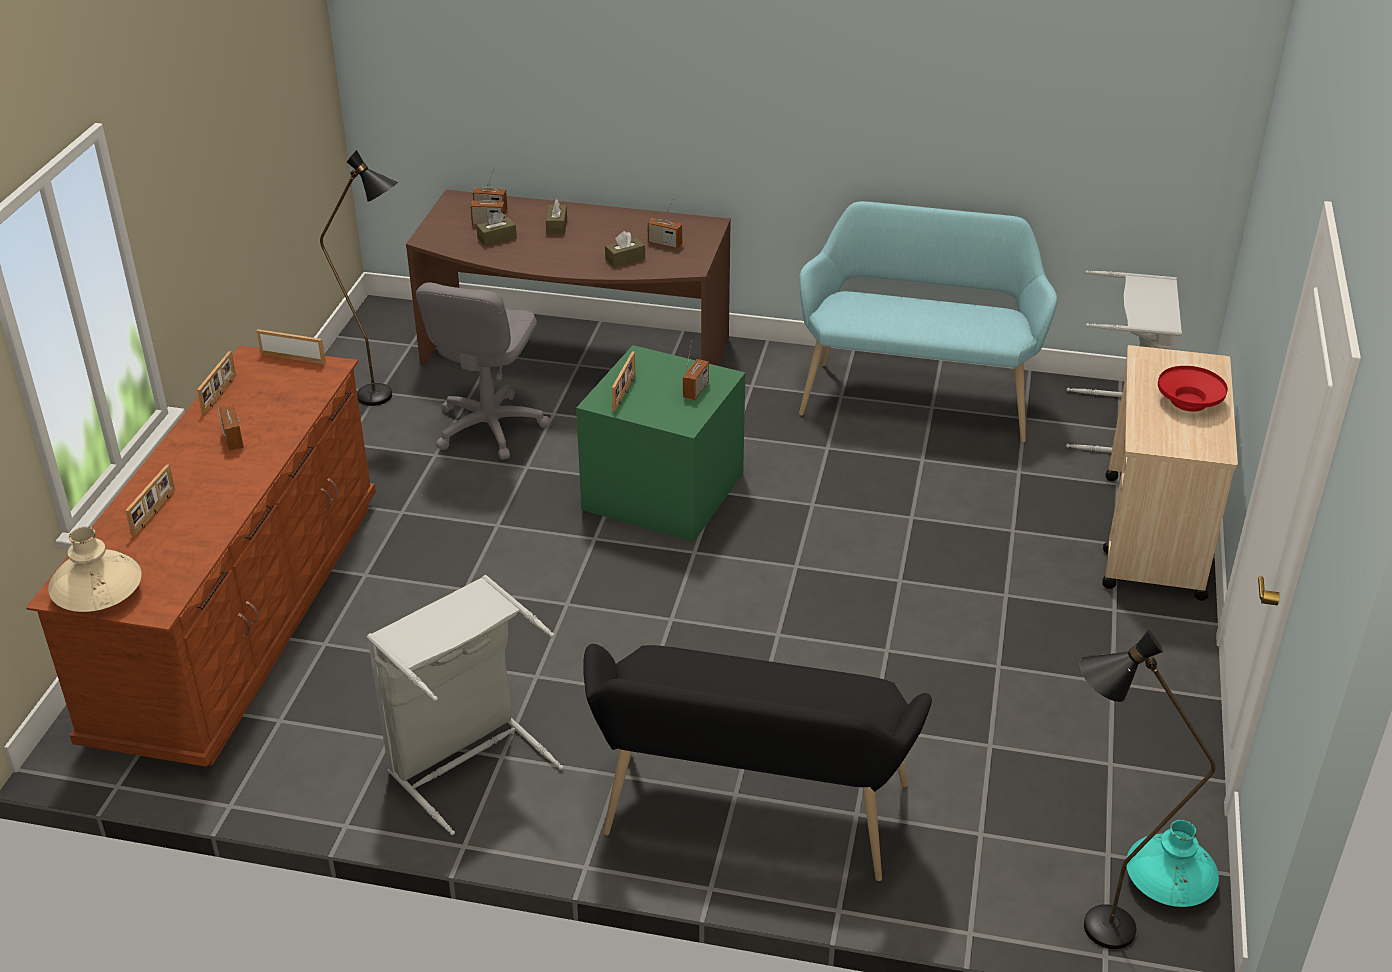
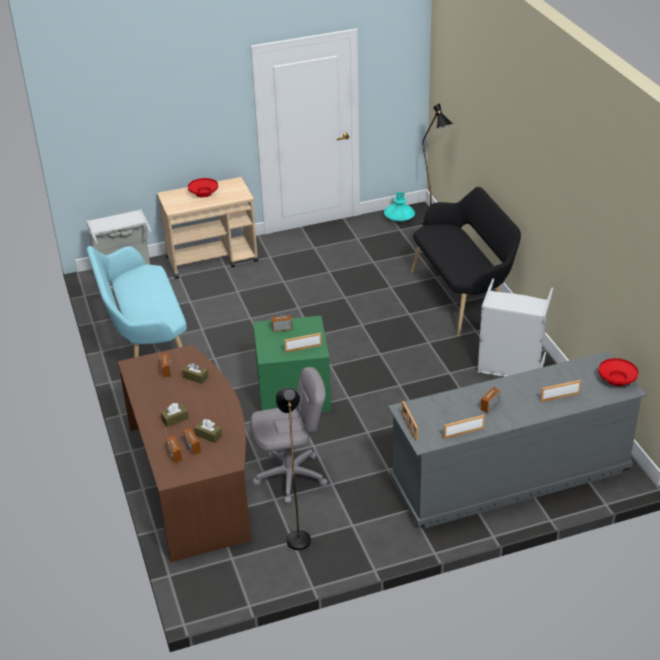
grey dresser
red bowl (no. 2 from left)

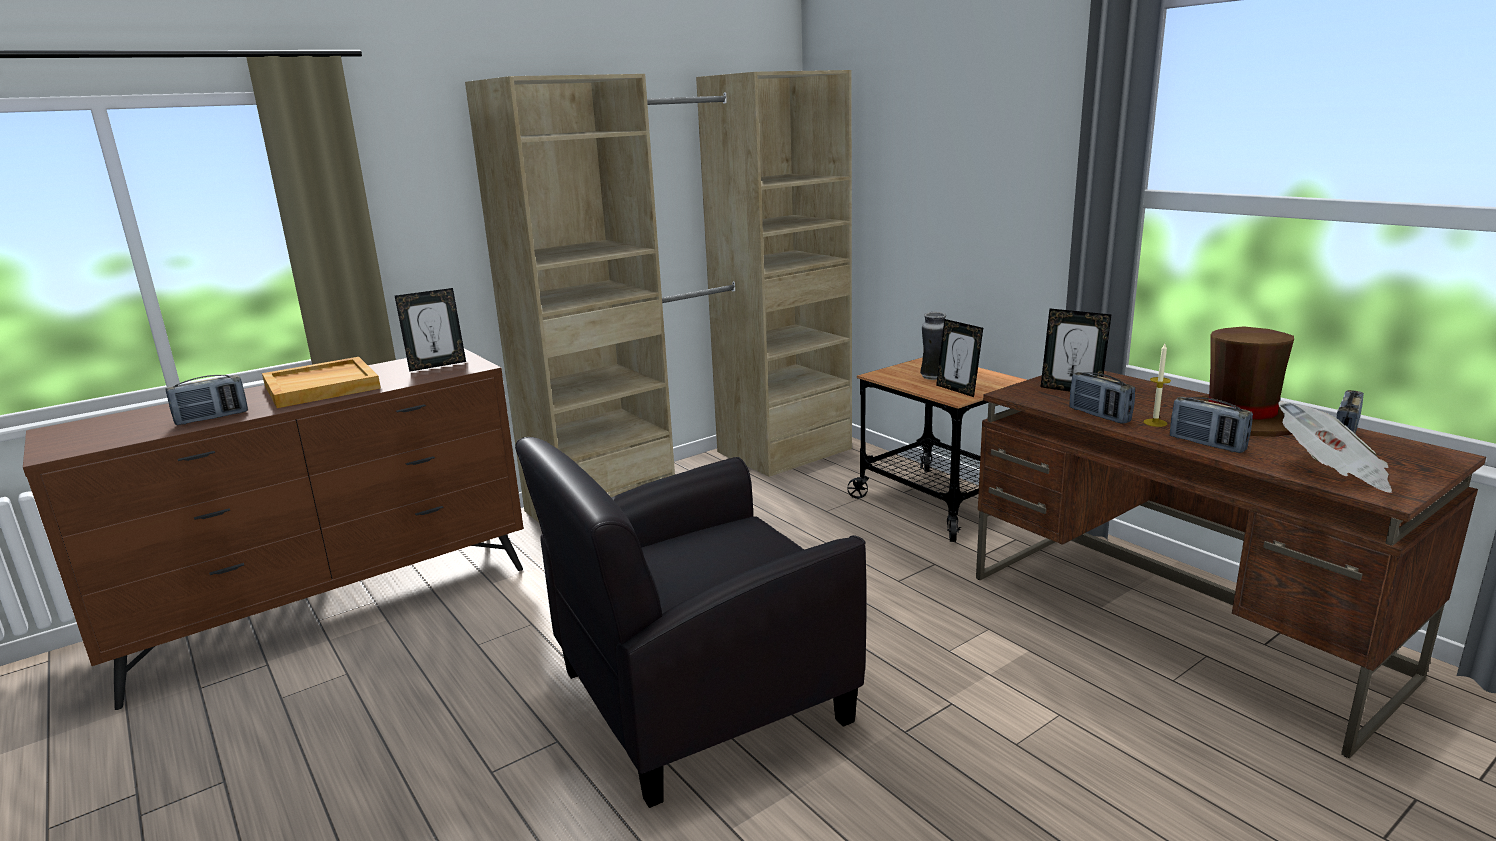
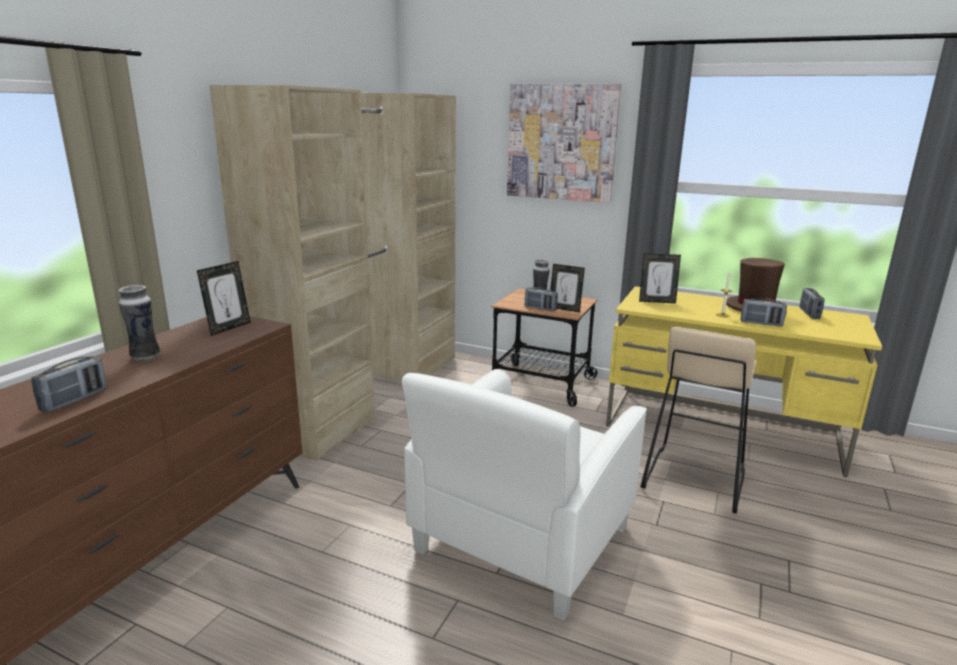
vase (no. 1 from left)
white armchair
picture
radio (no. 2 from left)
yellow desk
beige stool
newspaper

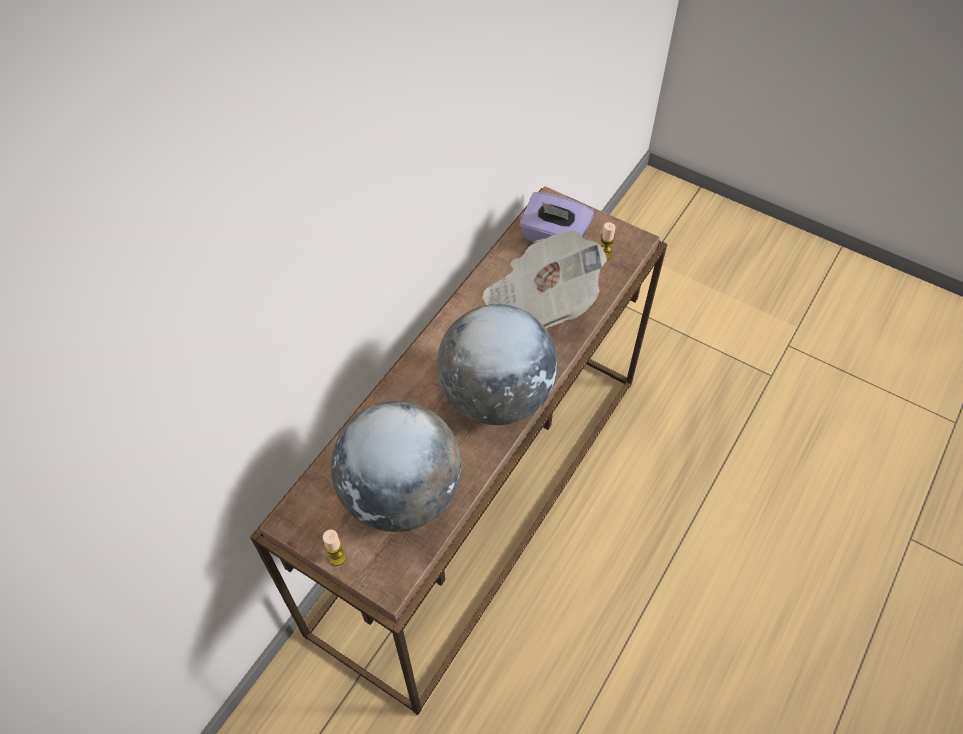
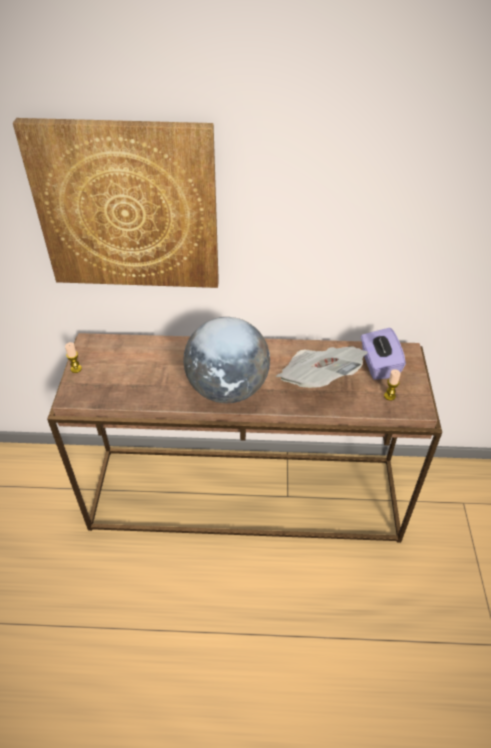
picture
globe (no. 1 from left in the first image)

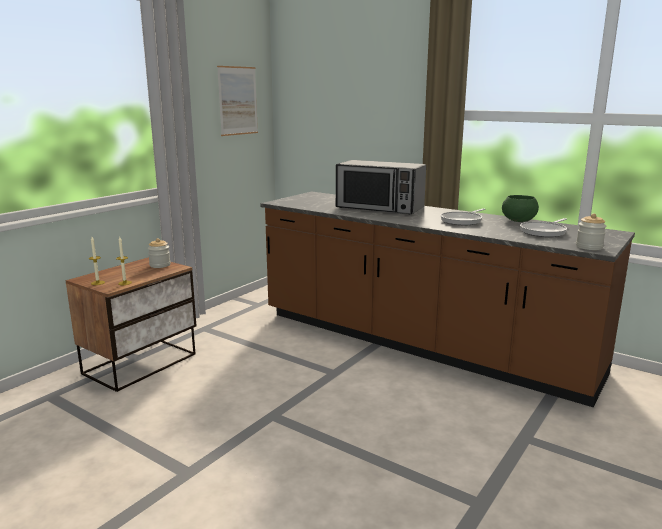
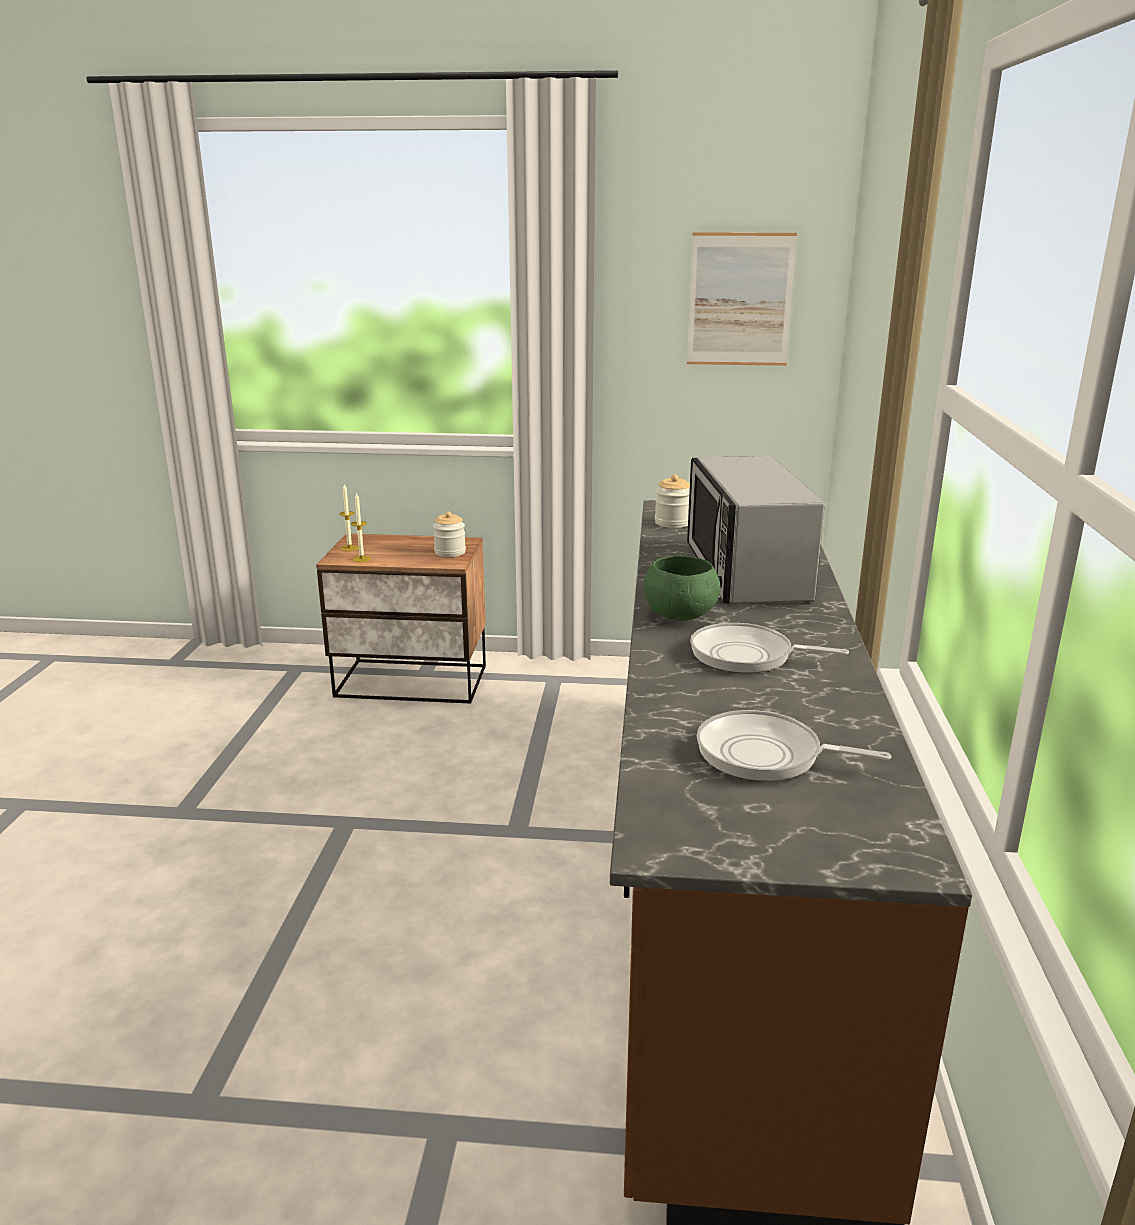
green bowl
jar (no. 2 from left)

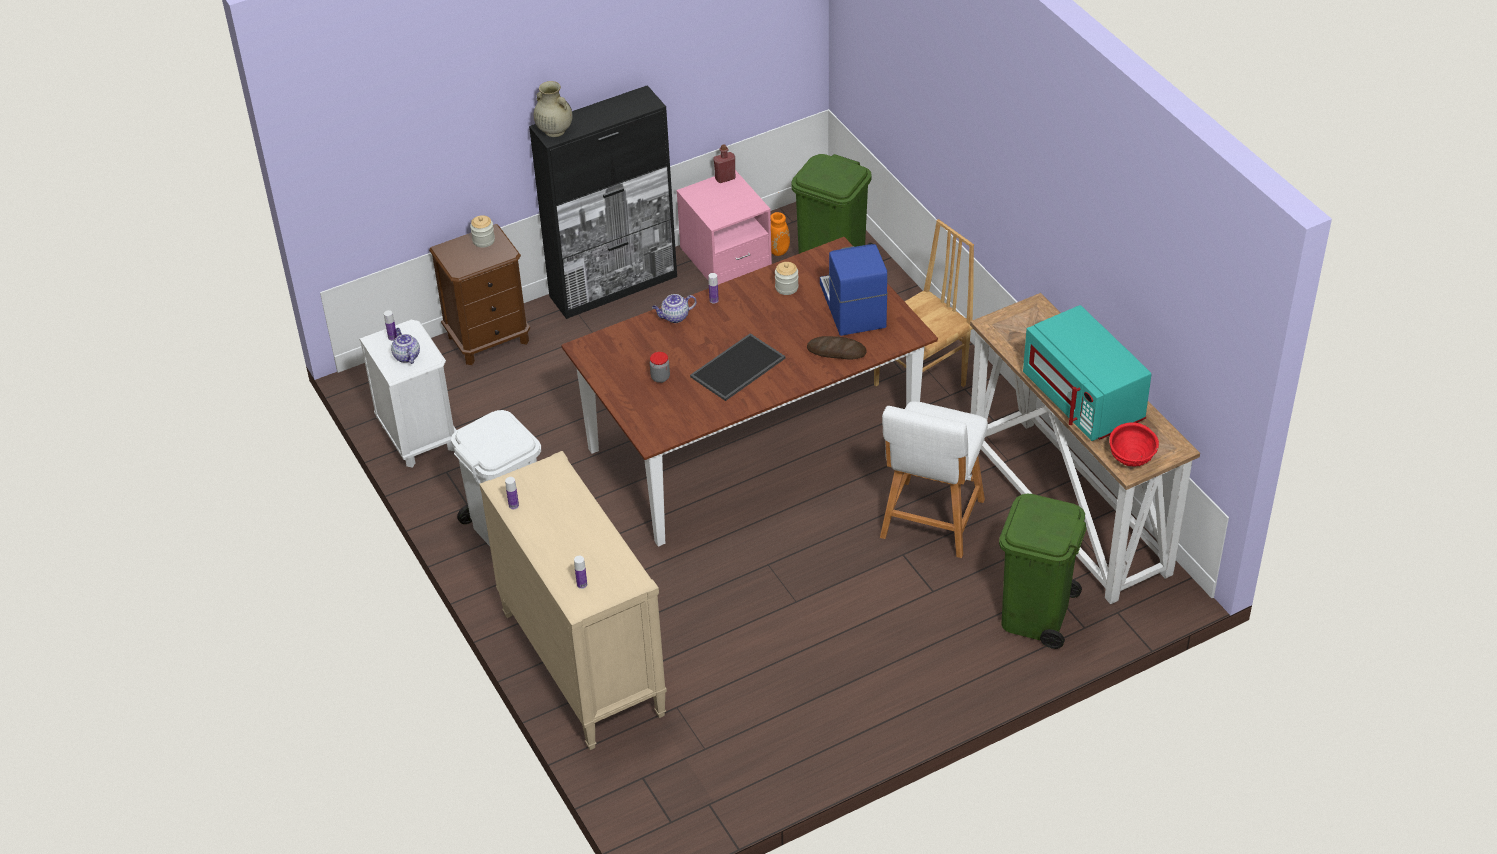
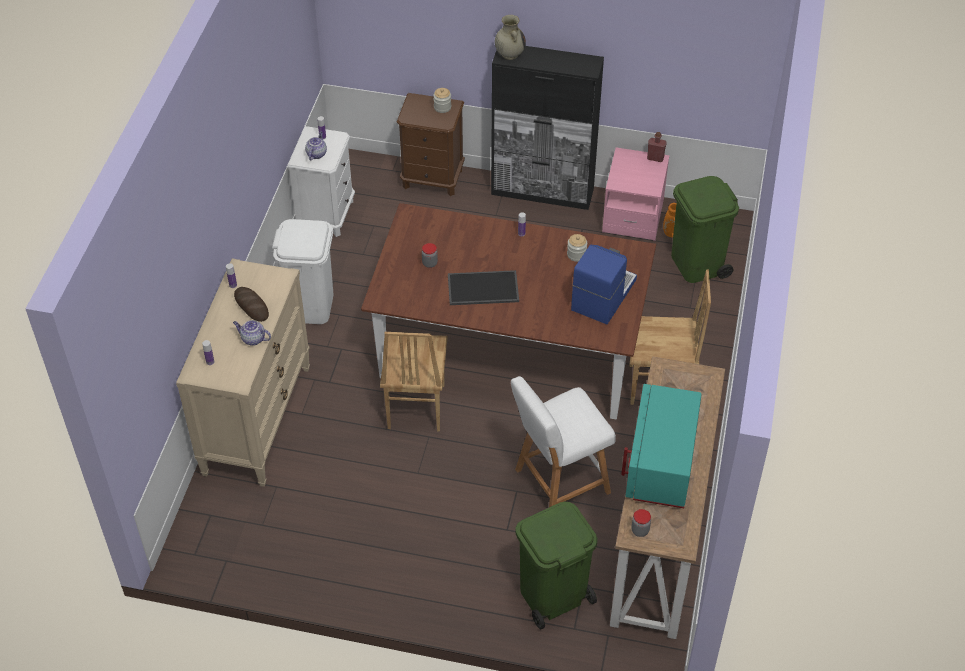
teapot (no. 1 from left)
bread
brown chair (no. 1 from left)
jar (no. 4 from left)

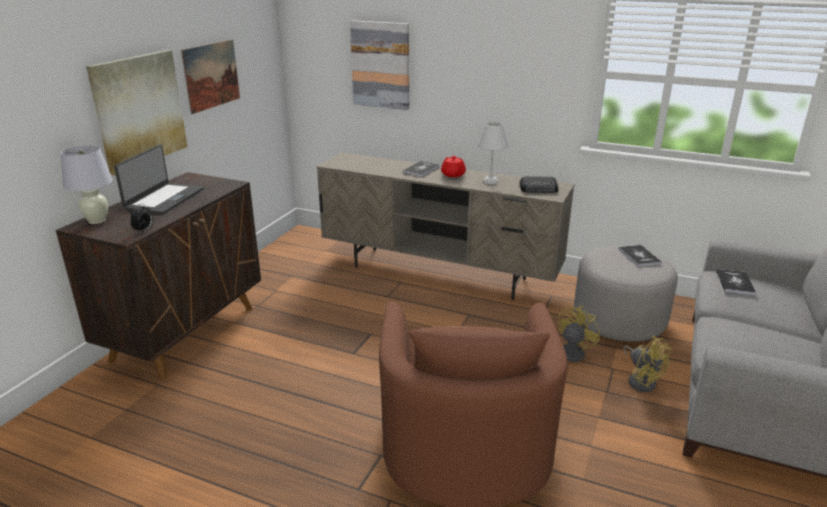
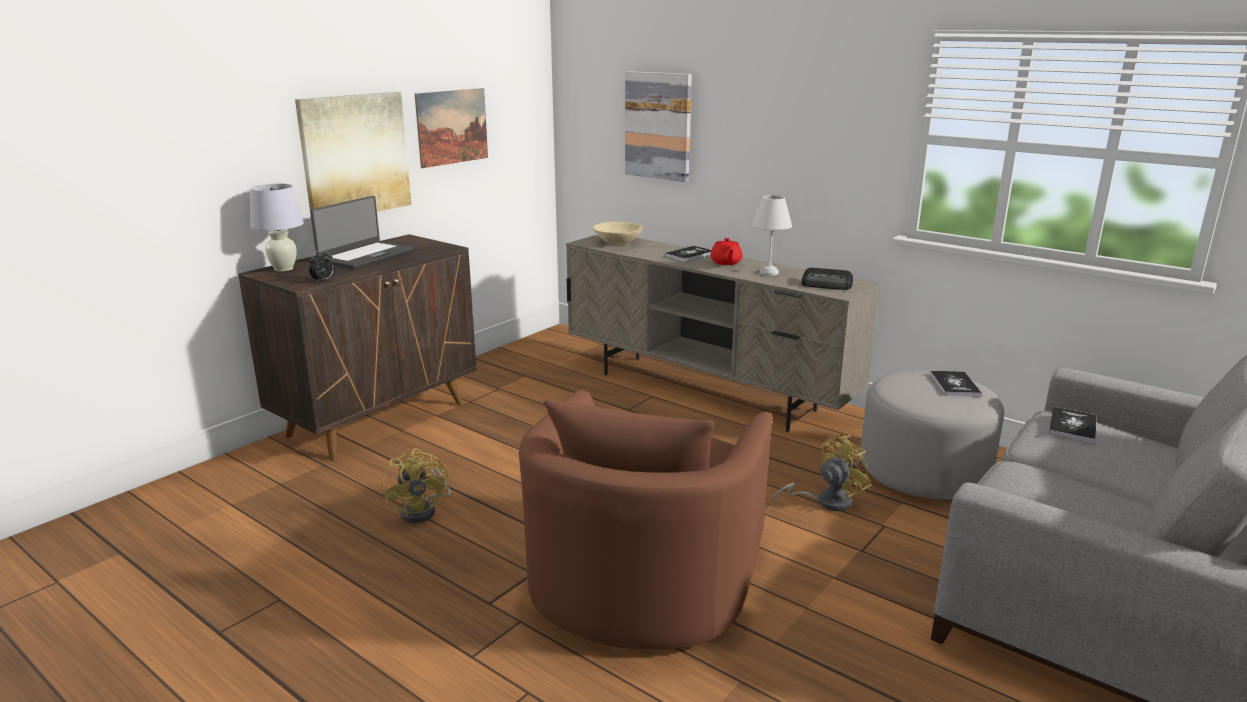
yellow fan (no. 1 from left)
beige bowl

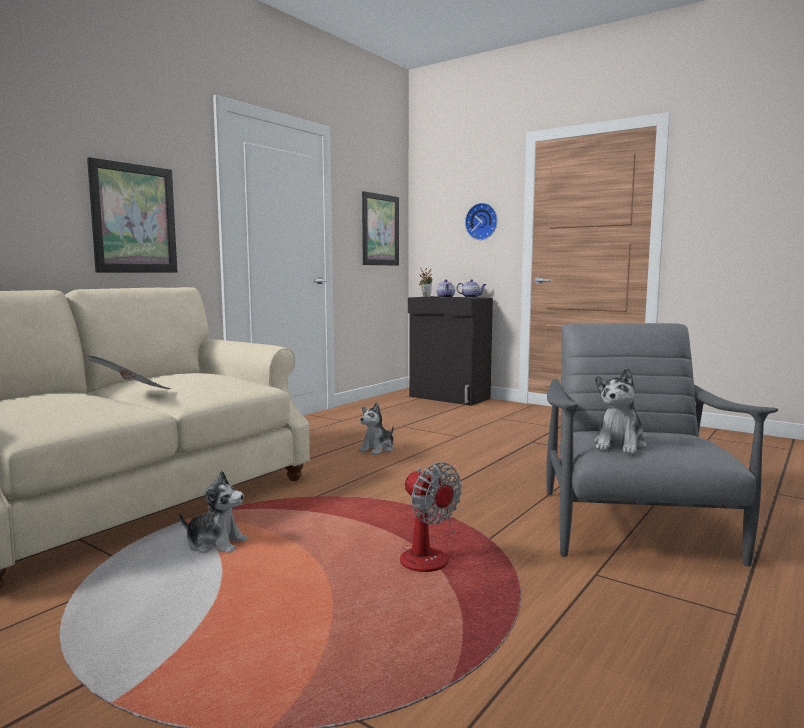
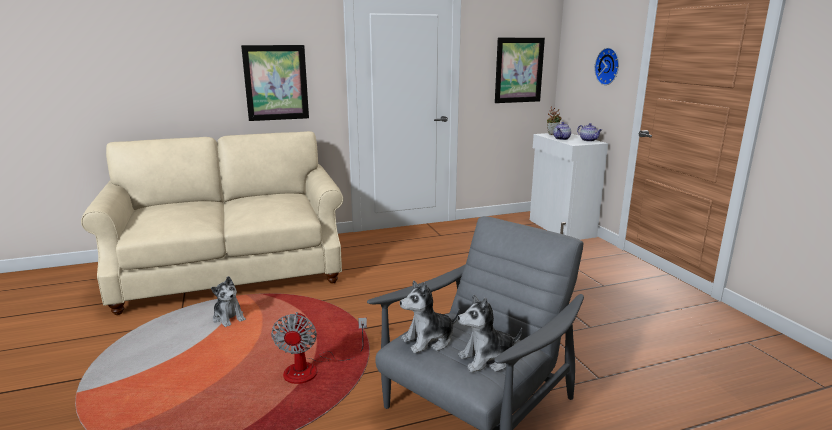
plush toy (no. 3 from left)
white cabinet
newspaper

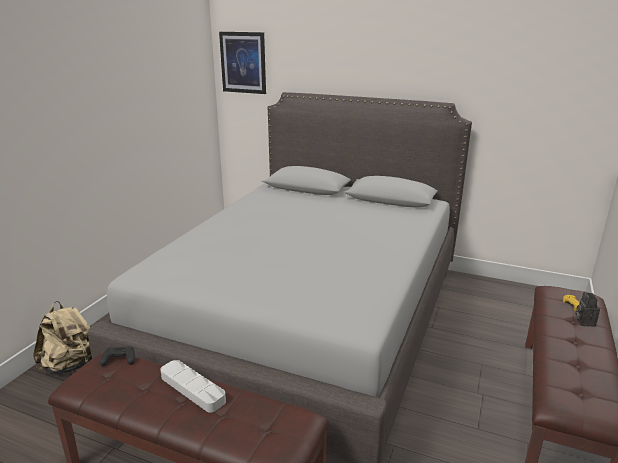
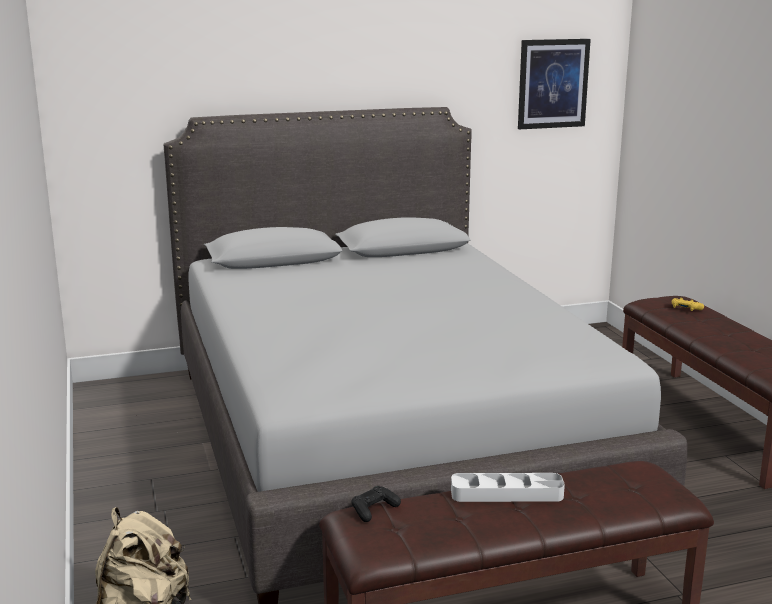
picture
photo camera

